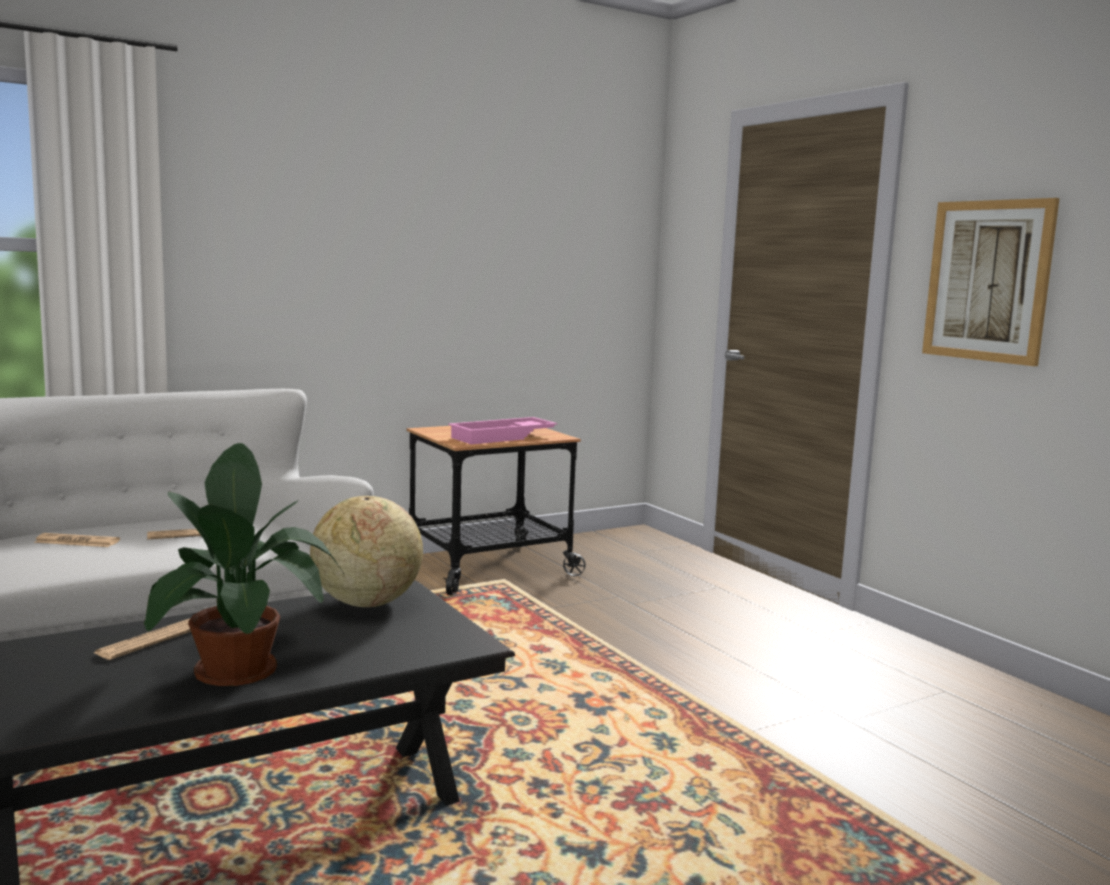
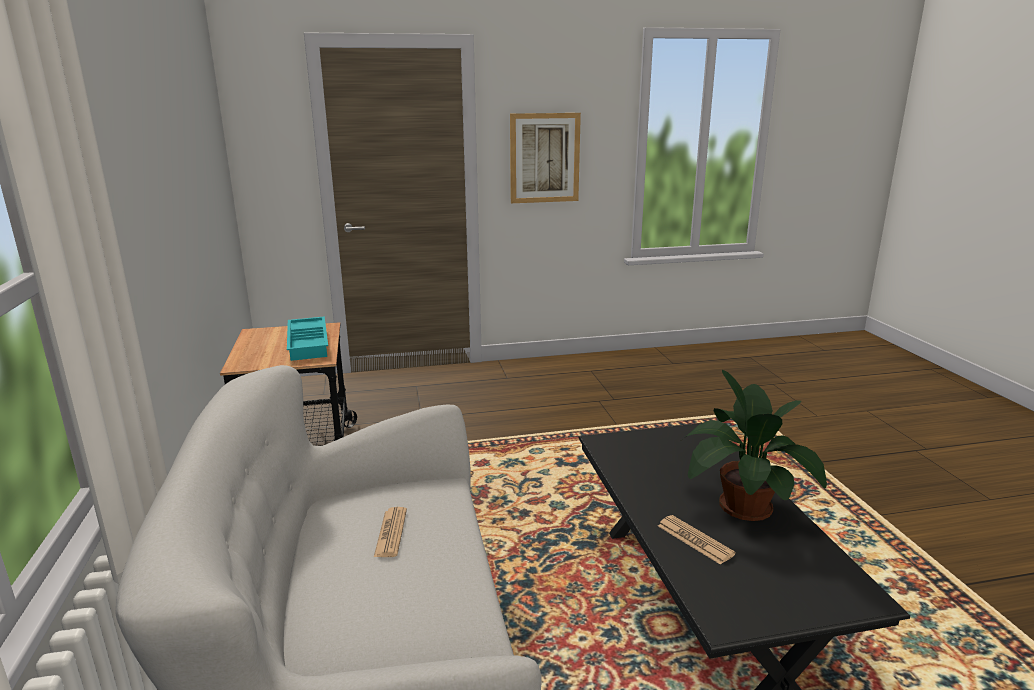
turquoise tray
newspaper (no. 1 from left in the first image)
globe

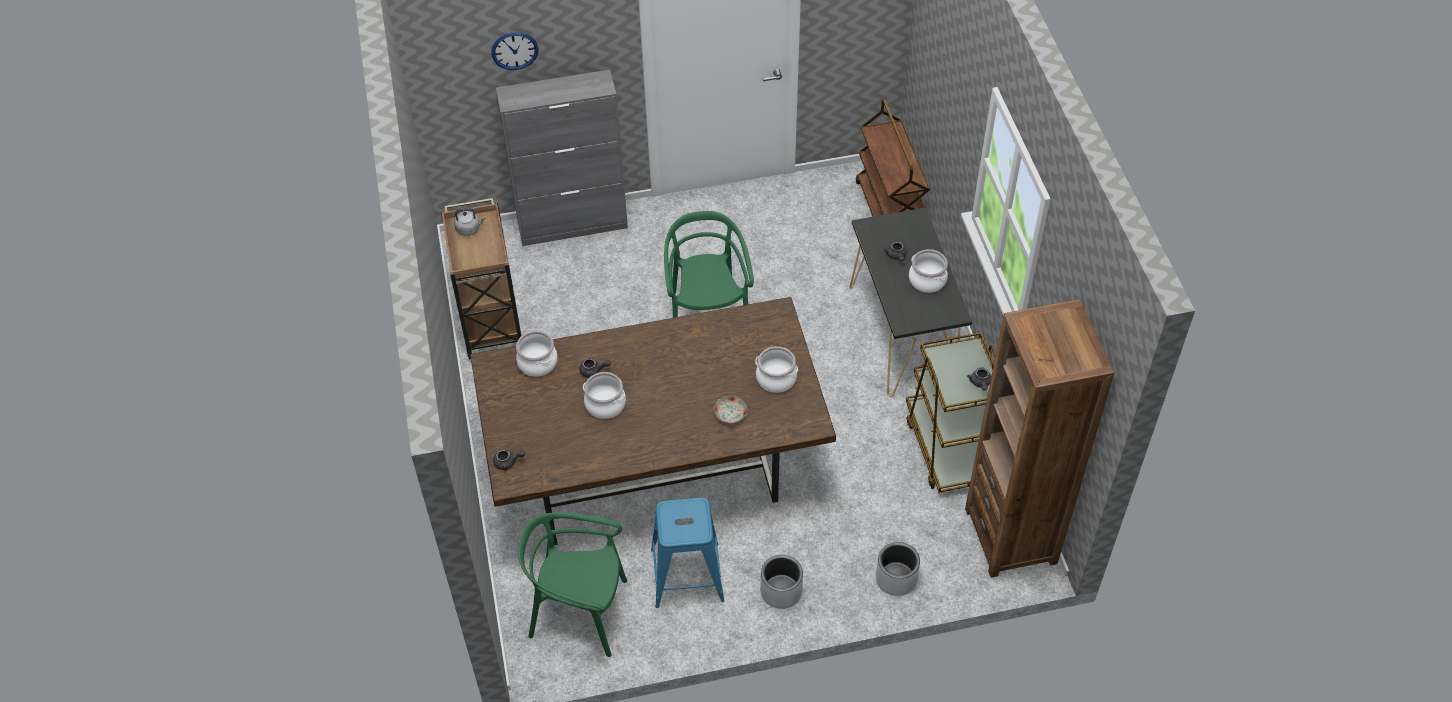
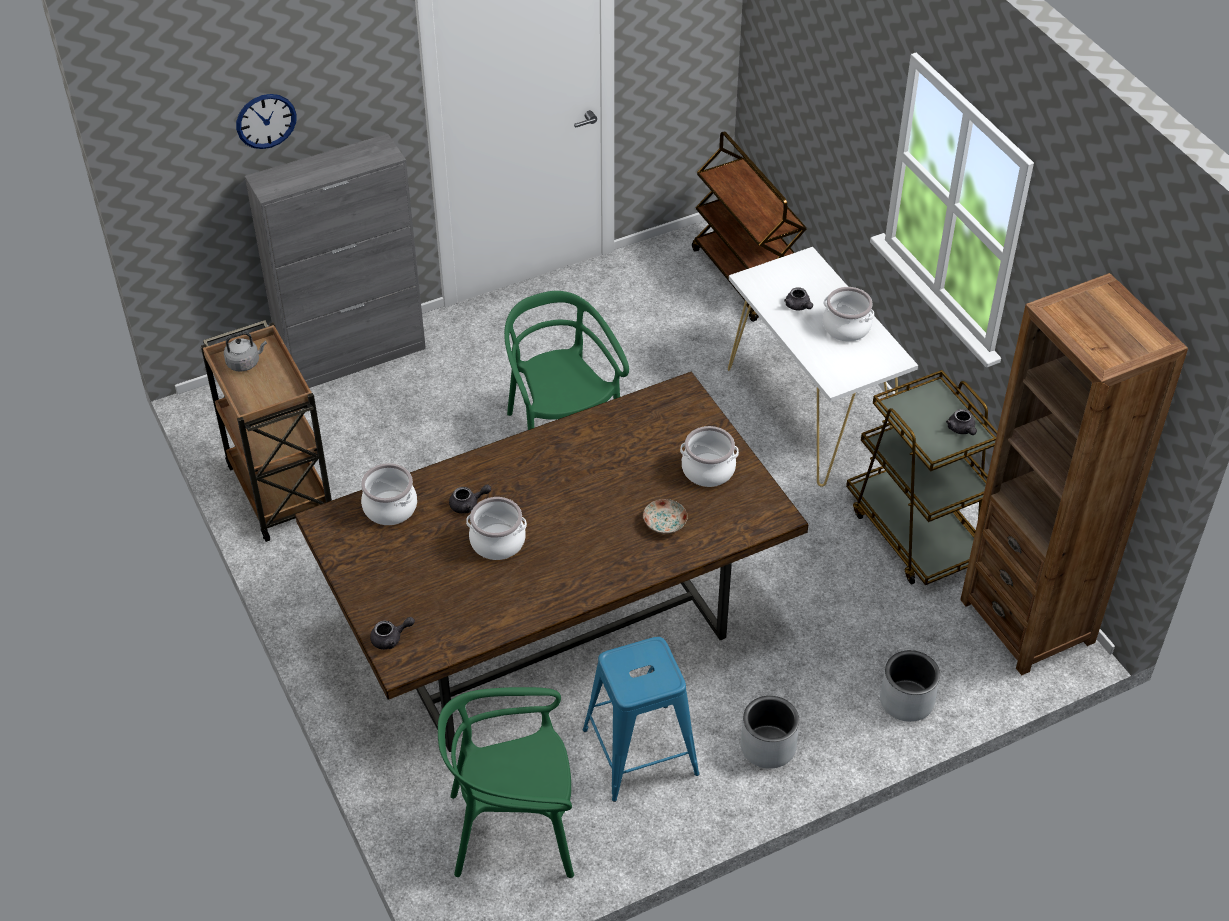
white console table

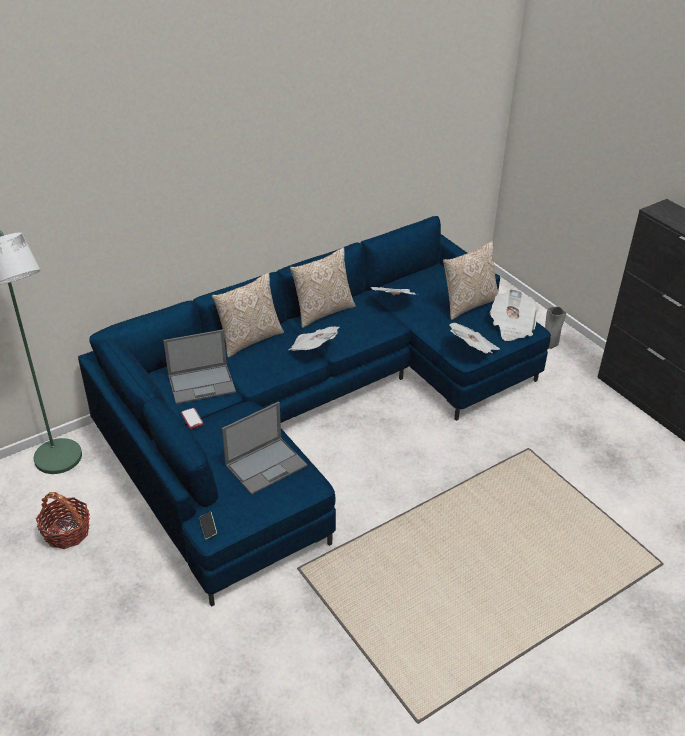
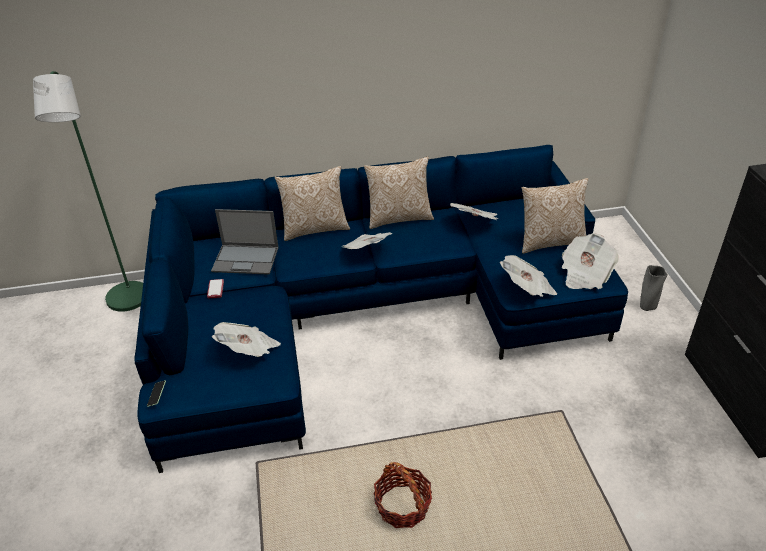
newspaper (no. 1 from left)
basket

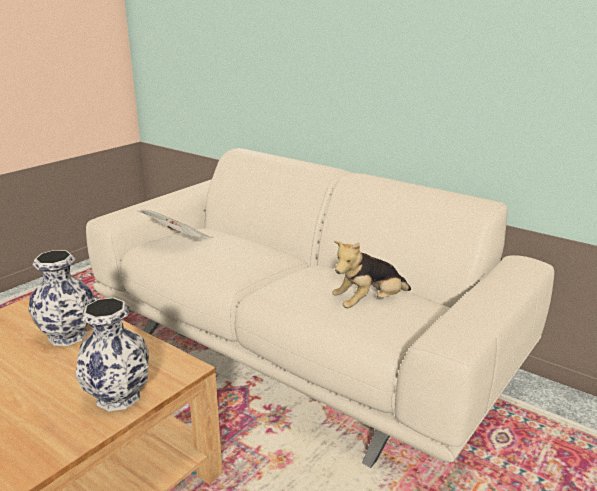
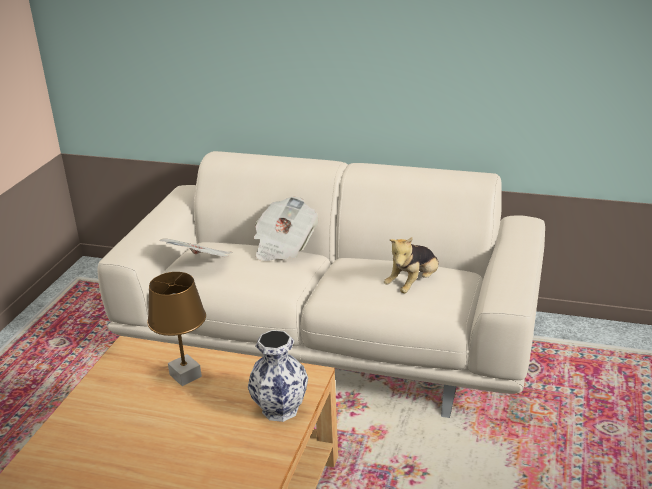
brown table lamp
newspaper (no. 2 from left)

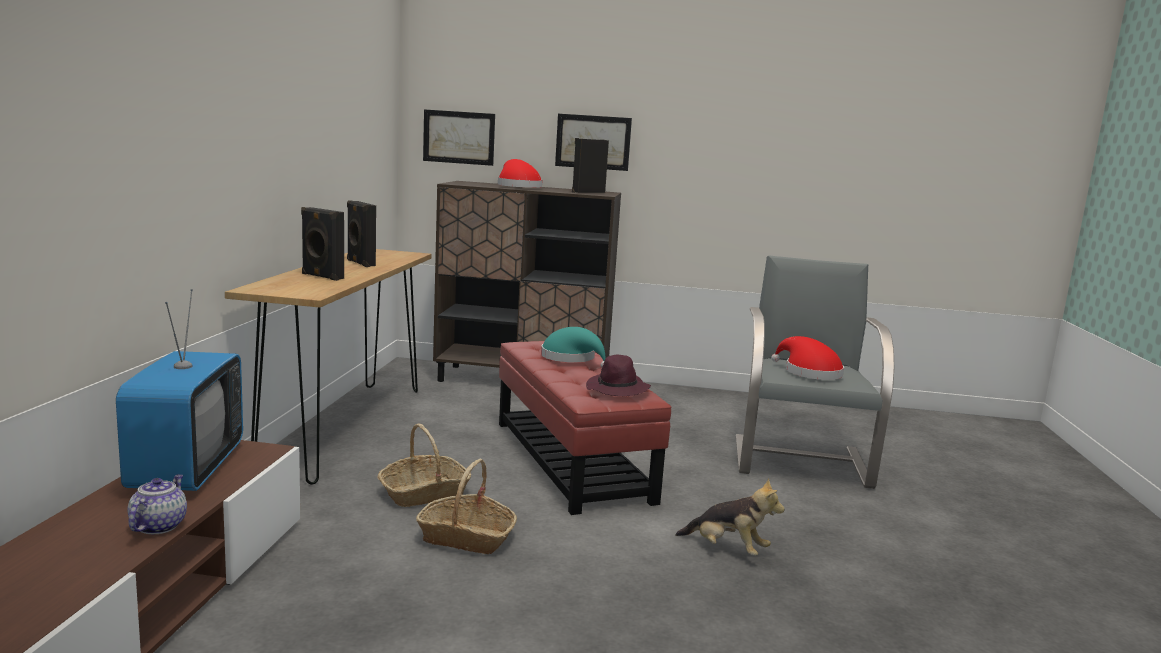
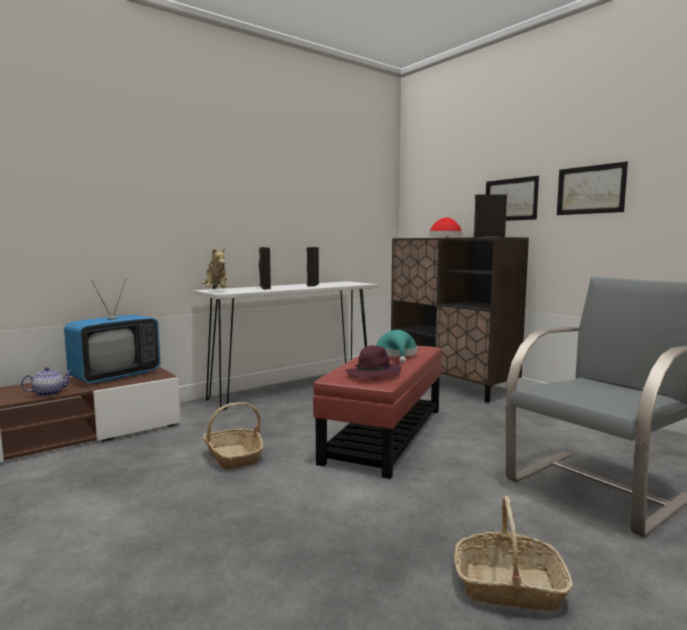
white console table
plush toy
basket (no. 2 from left)
picture (no. 2 from left)
red hat (no. 2 from left in the first image)

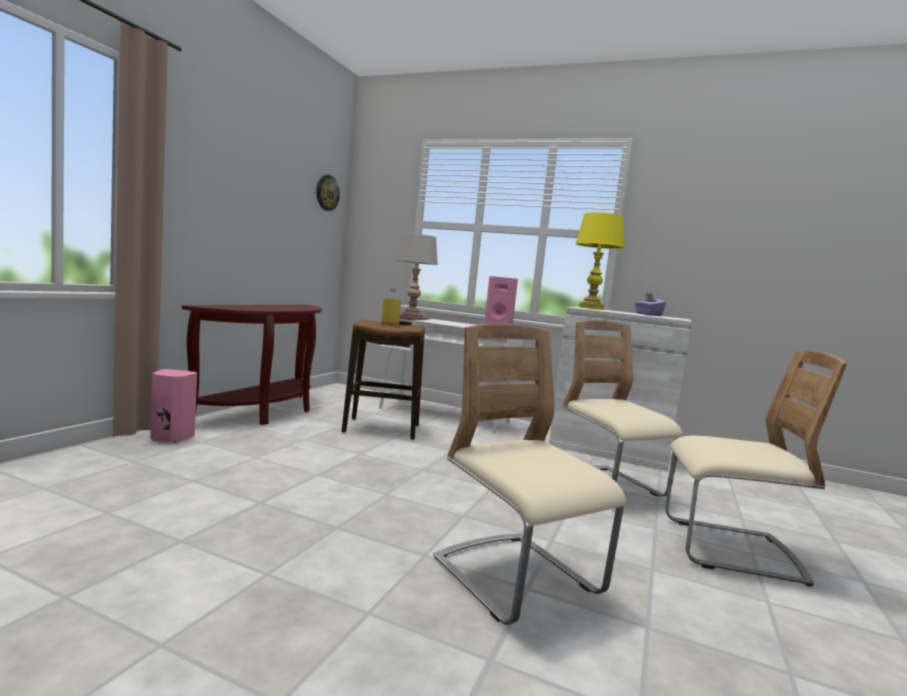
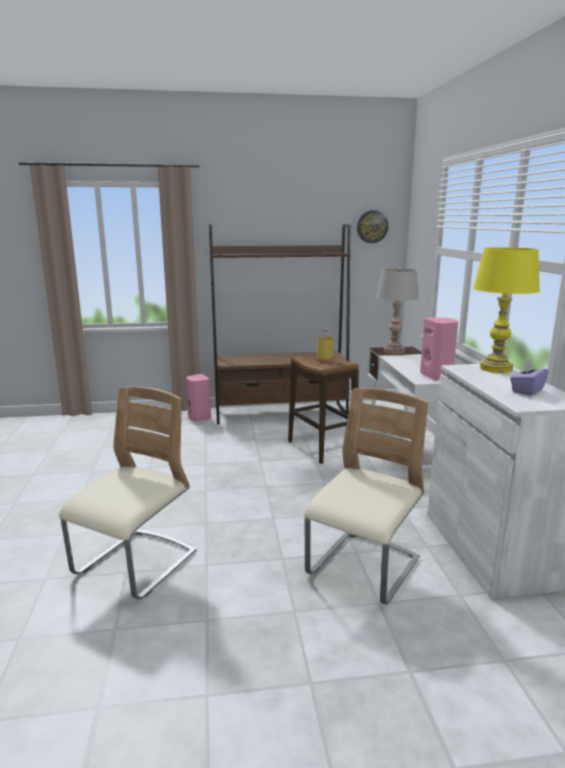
brown bookcase
beige chair (no. 3 from left in the first image)

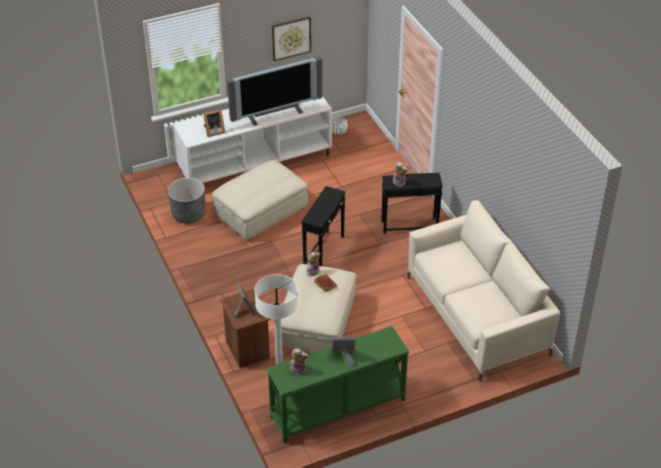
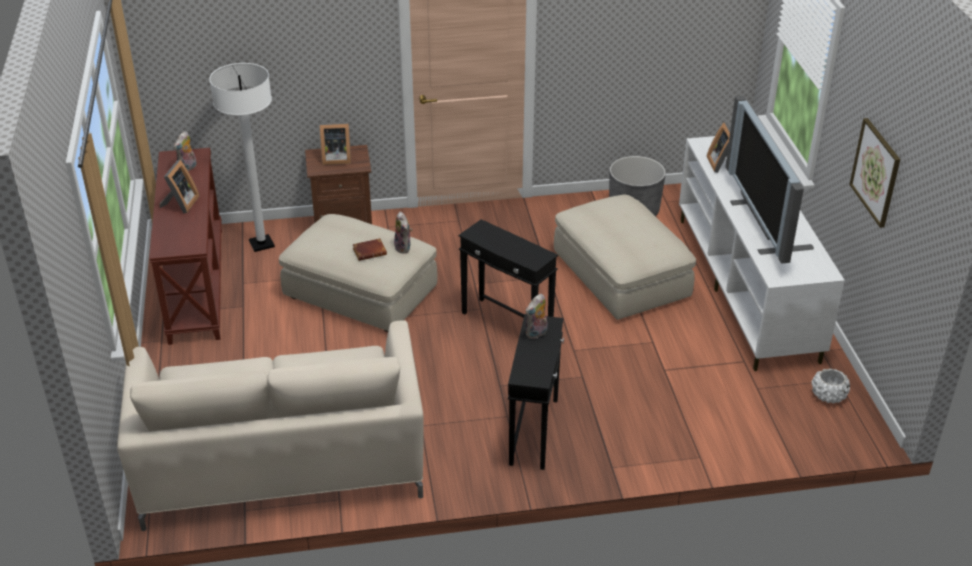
brown console table

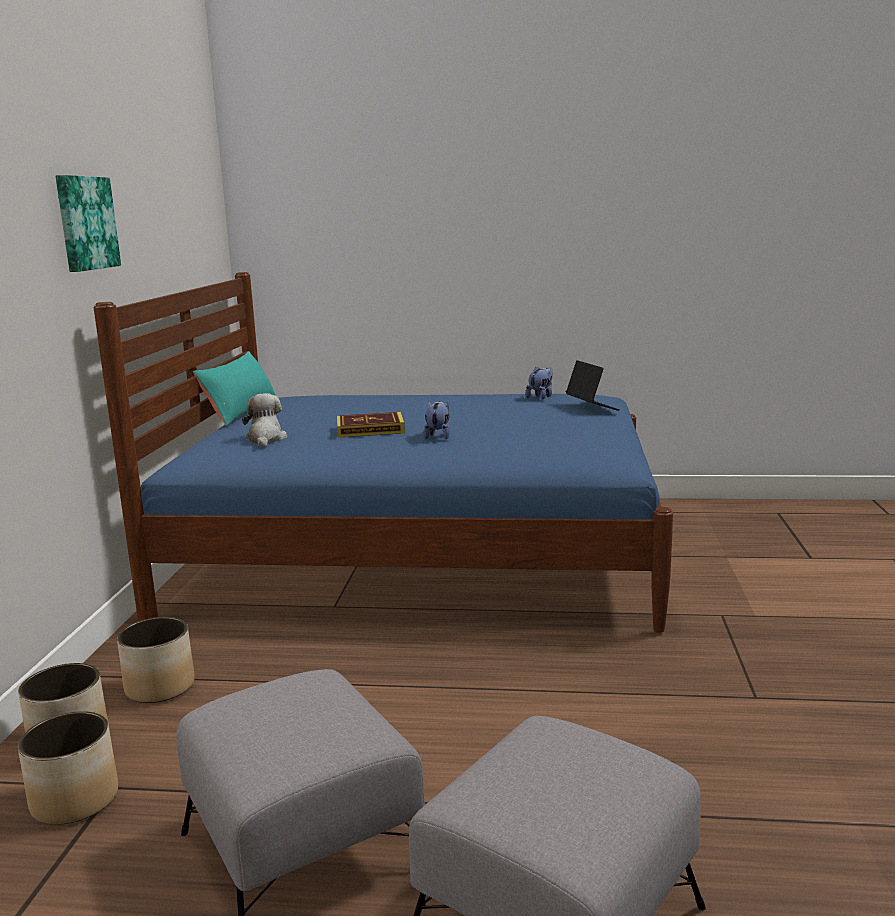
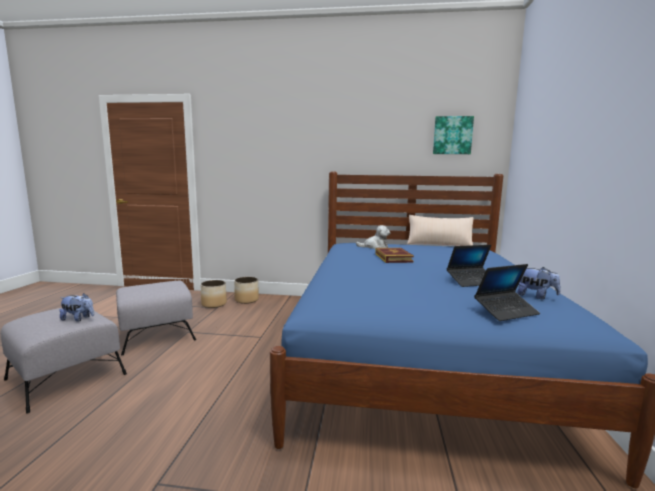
plush toy (no. 1 from left)
beige pillow
picture
laptop (no. 1 from left)
planter (no. 3 from left in the first image)

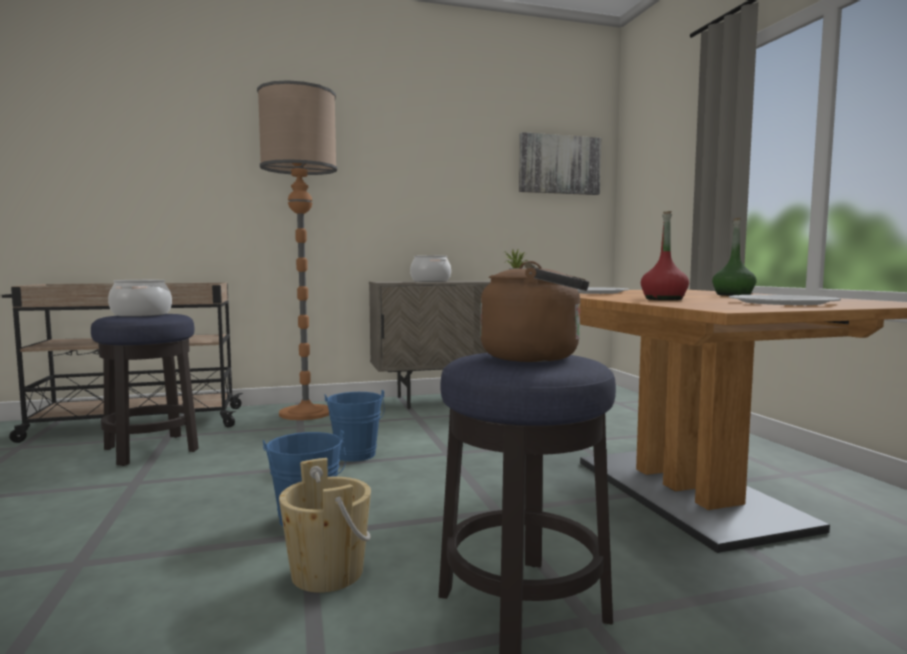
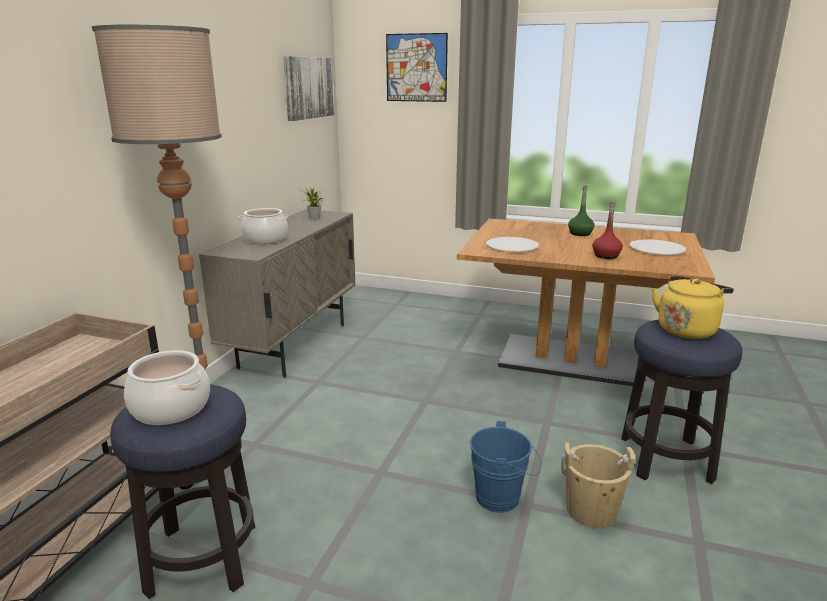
picture (no. 2 from left)
yellow kettle
blue bucket (no. 2 from left in the first image)

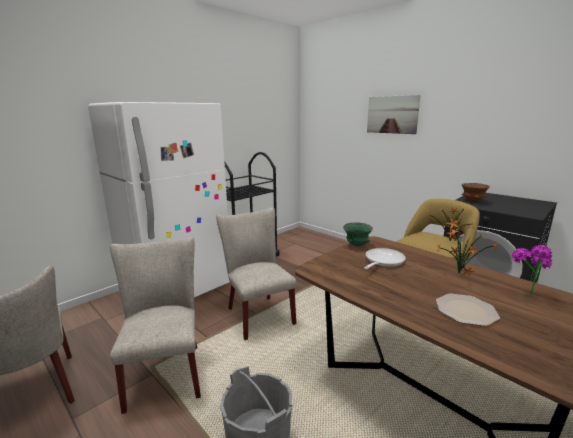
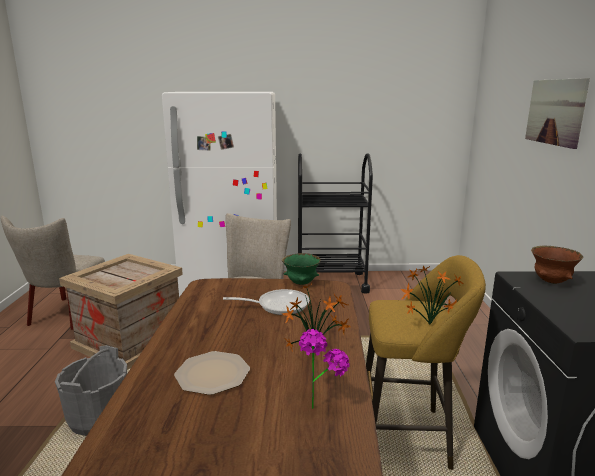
crate

